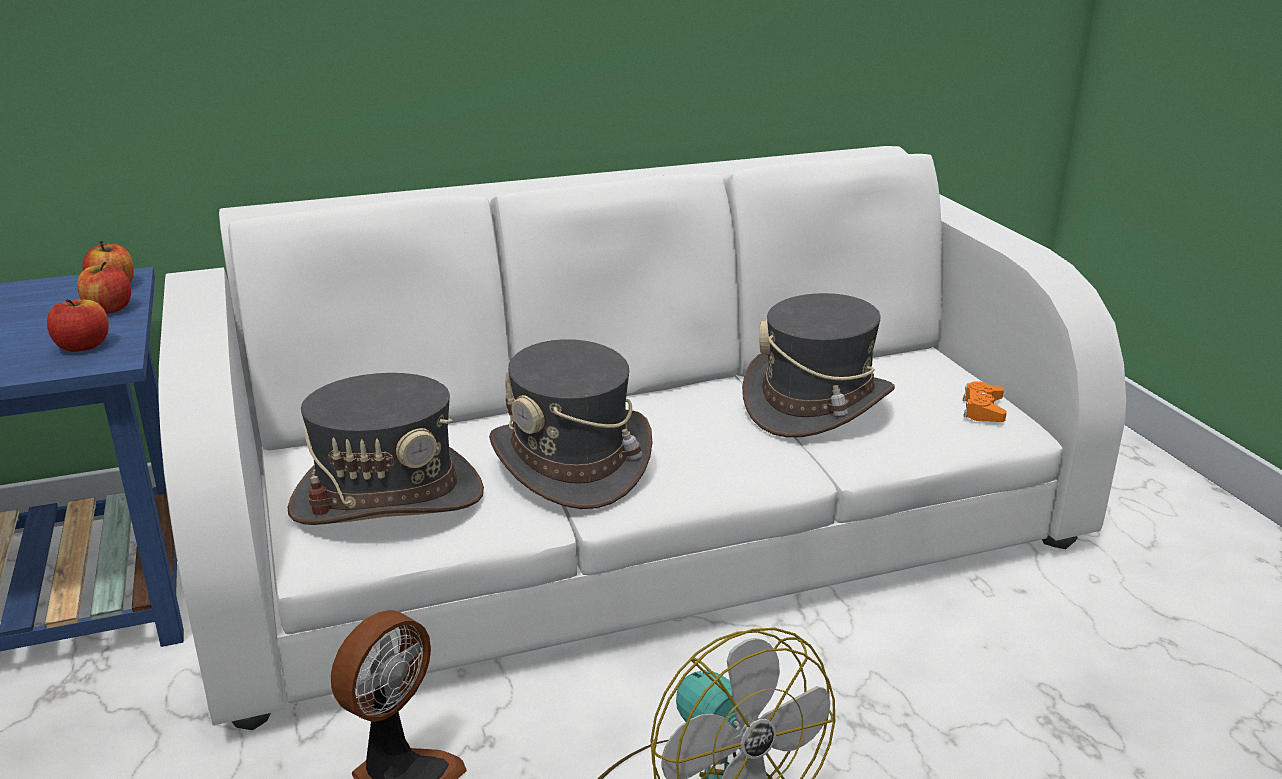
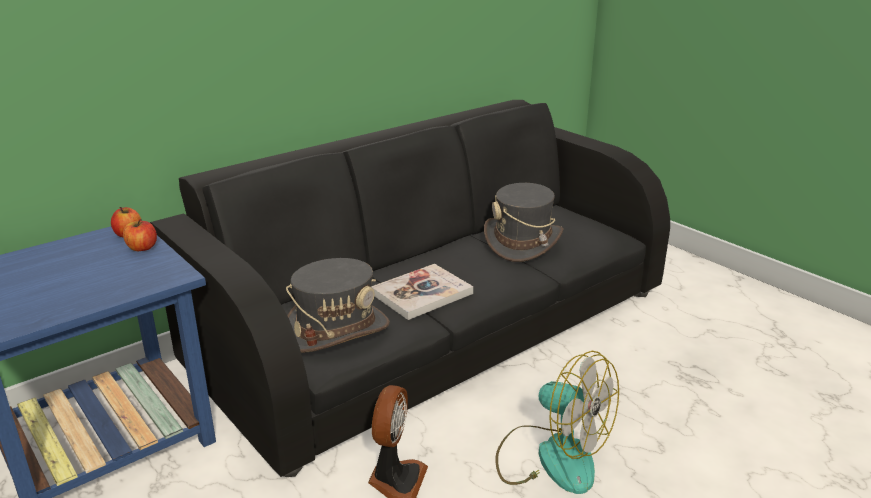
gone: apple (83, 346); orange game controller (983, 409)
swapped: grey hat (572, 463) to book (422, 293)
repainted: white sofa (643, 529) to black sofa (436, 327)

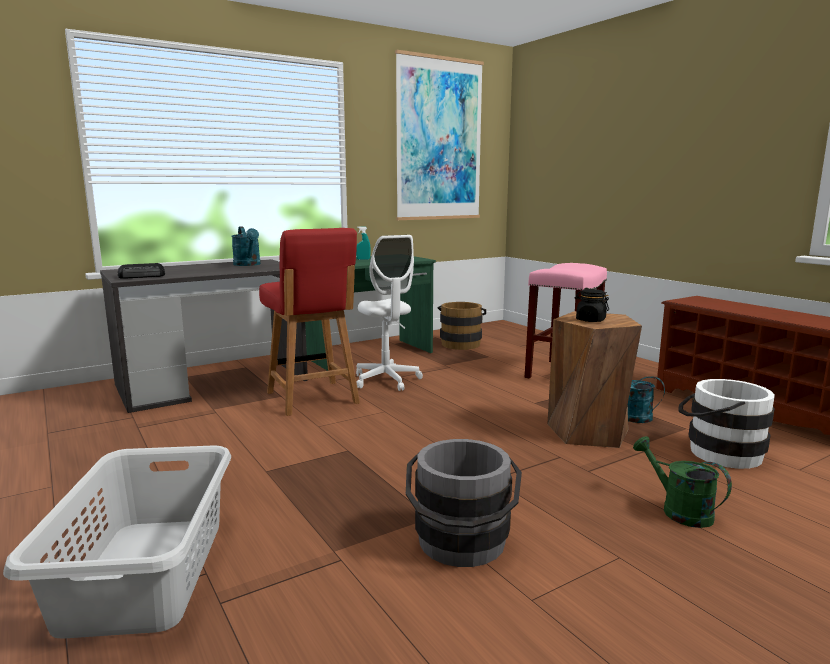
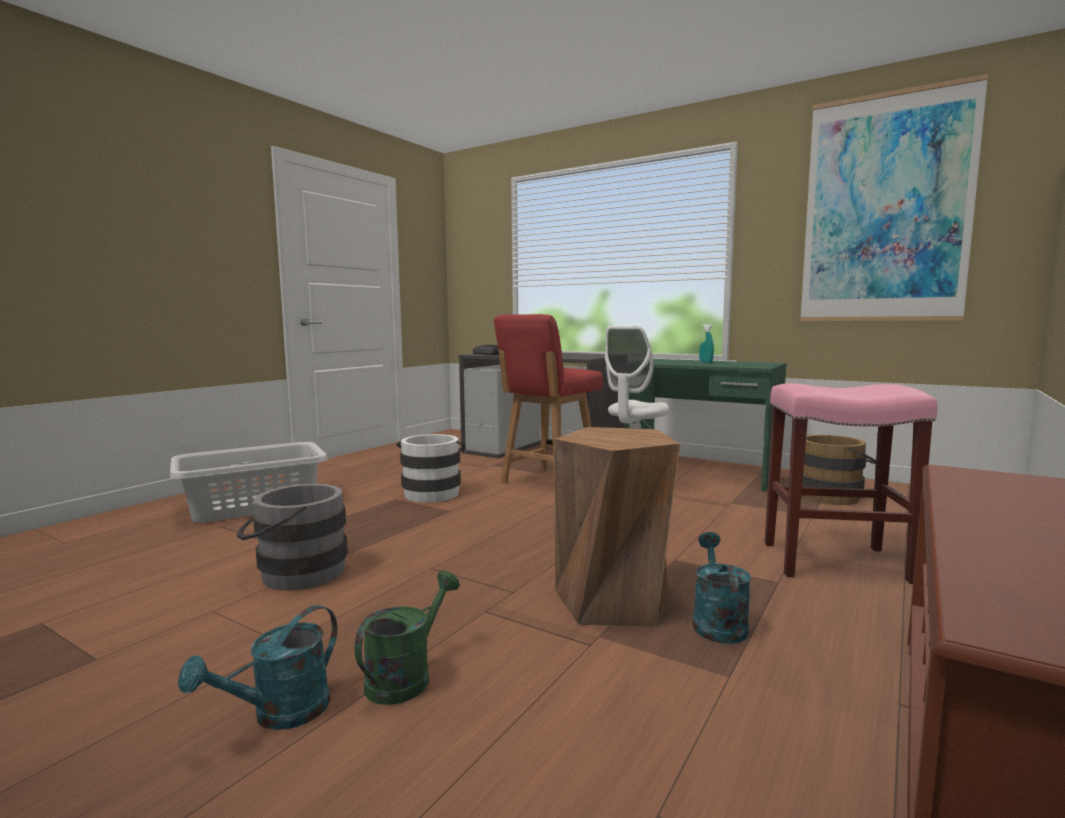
gone: black jar (590, 320)
shifted: turquoise watering can (248, 265) to (280, 715); white bucket (717, 452) to (432, 492)

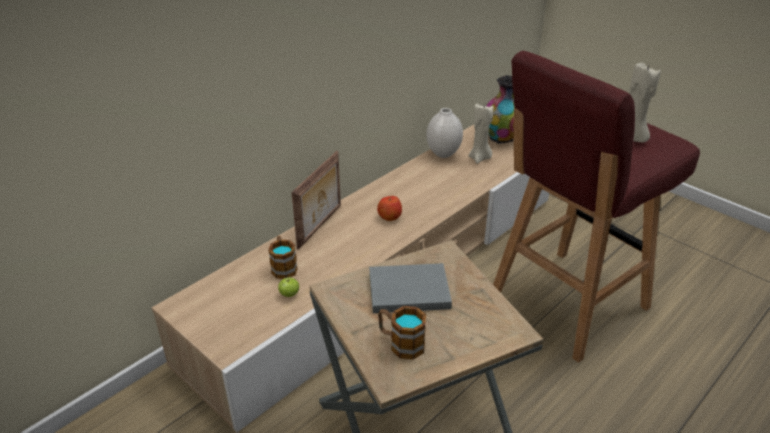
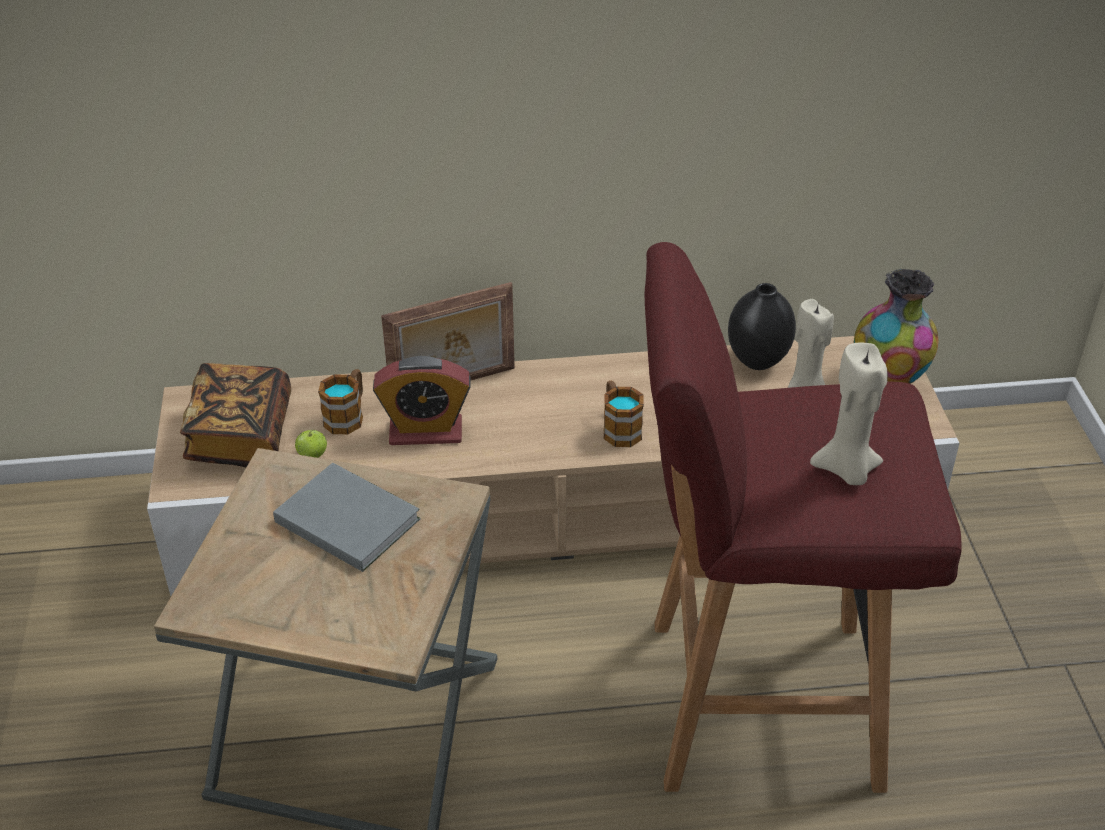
gone: apple (389, 216)
new: book (241, 436); alarm clock (425, 432)
shifted: mug (401, 343) to (619, 428)
repainted: white vase (443, 154) to black vase (756, 361)

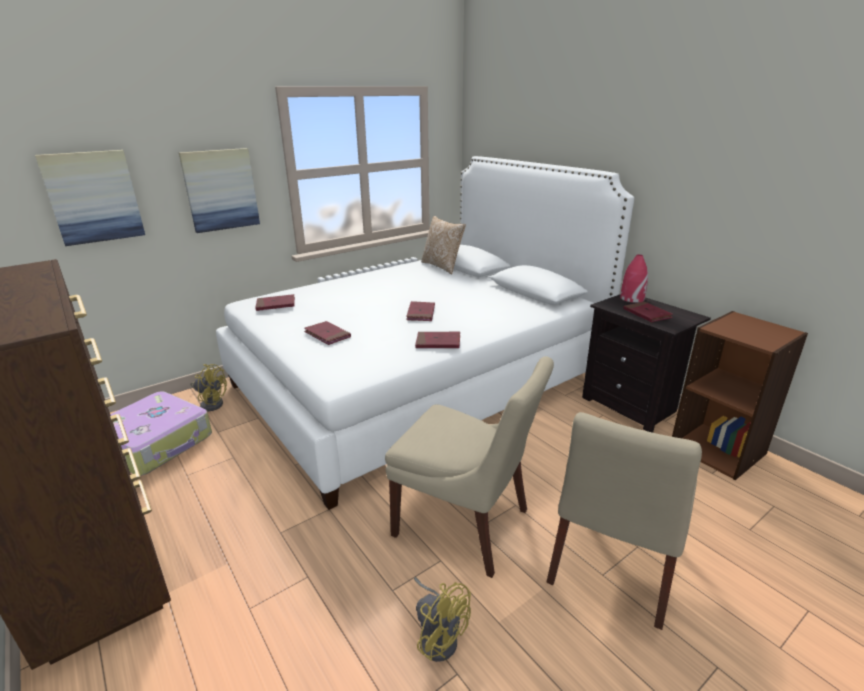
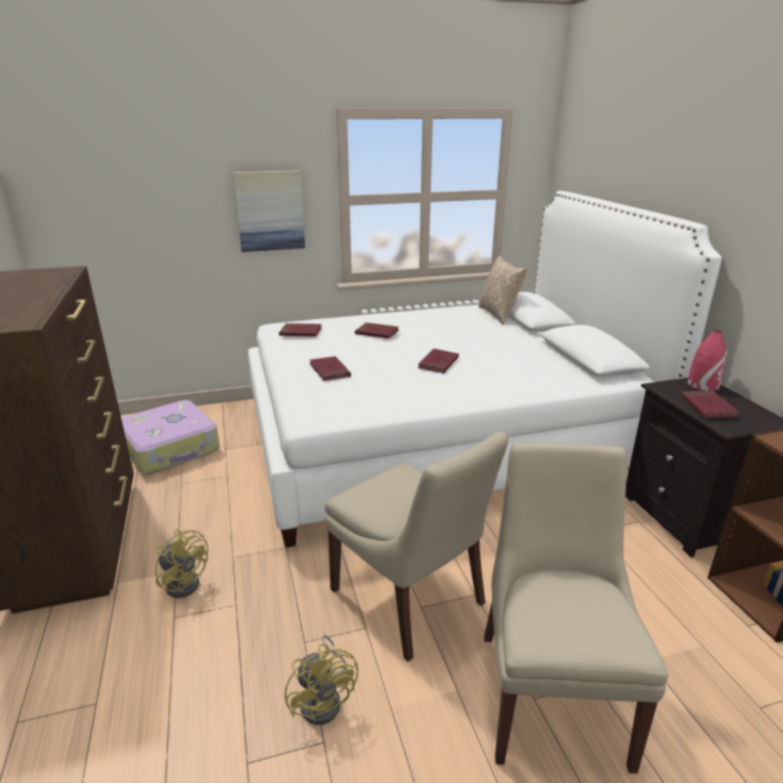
gone: picture (93, 197)
shifted: yellow fan (211, 403) to (184, 581); red book (438, 342) to (377, 333)
rotated: beige chair (612, 564) = (551, 691) 135 degrees clockwise

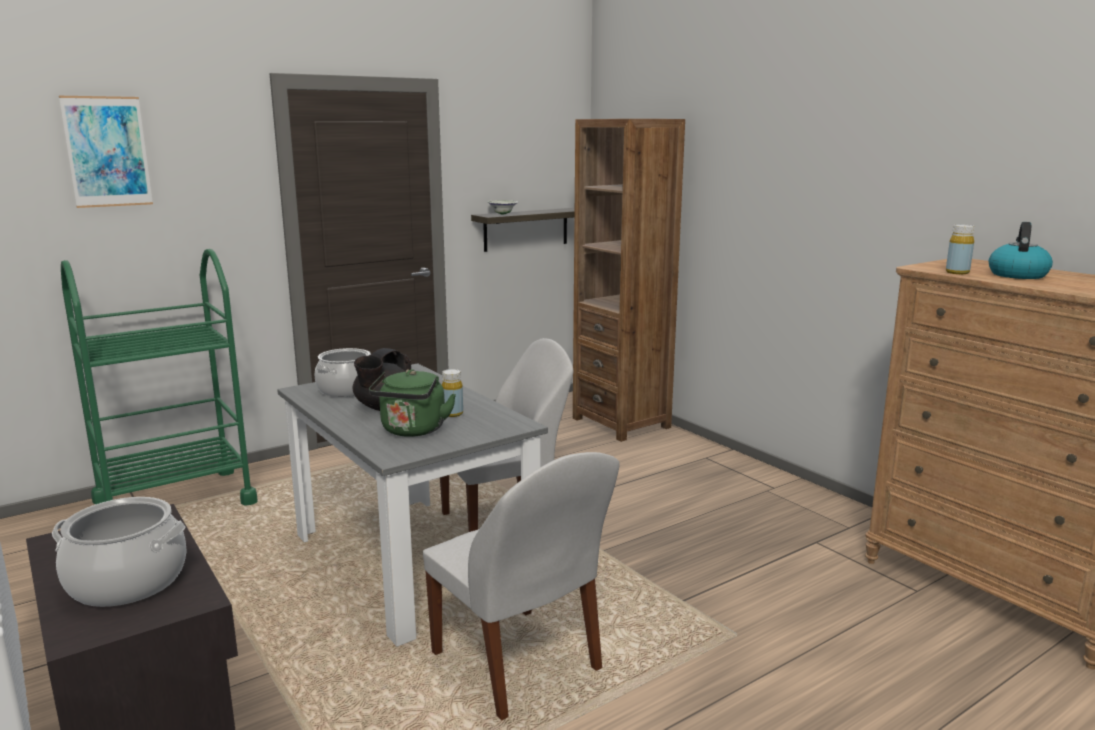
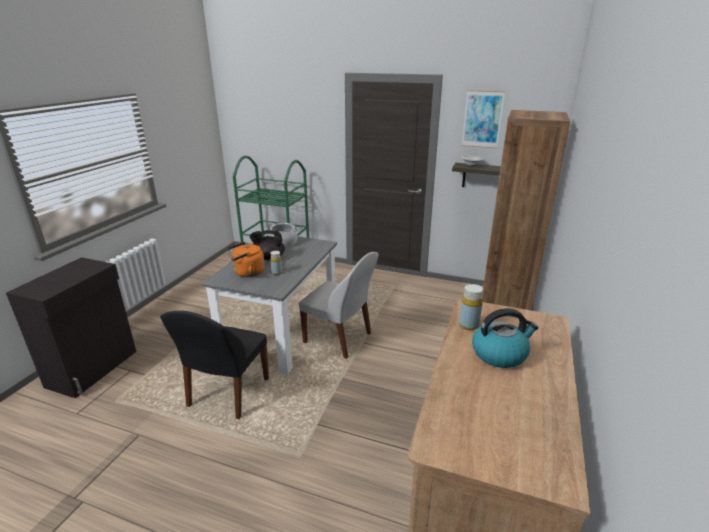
gone: cooking pot (127, 582)
shifted: picture (107, 152) to (482, 119)
repainted: green kettle (412, 431) to orange kettle (247, 273); white chair (518, 664) to black chair (227, 394)

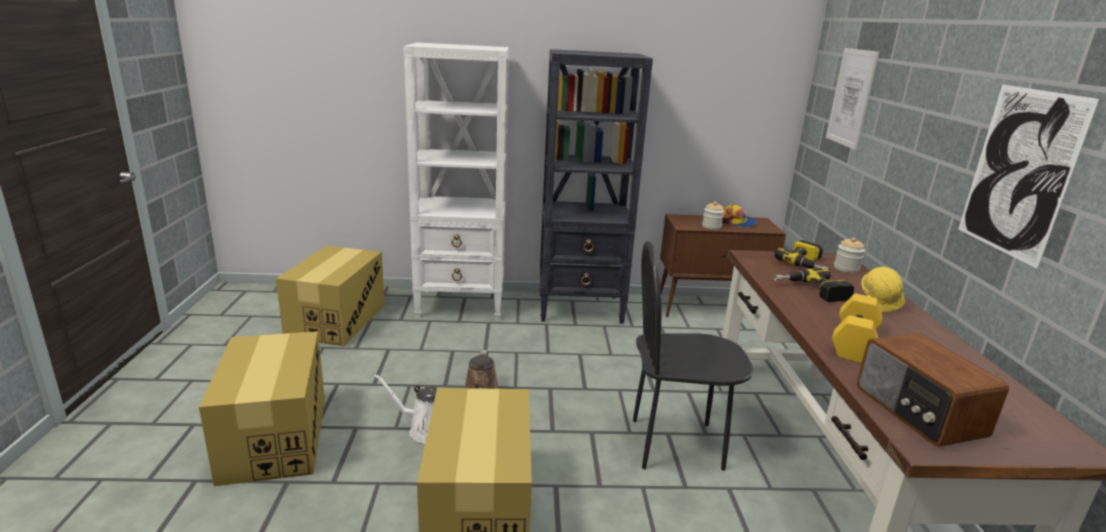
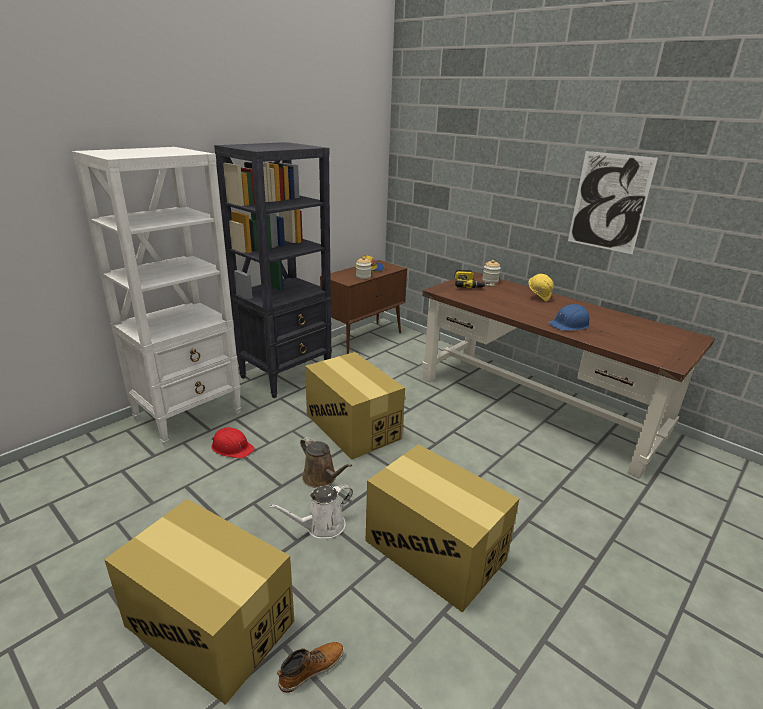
gone: black chair (676, 444); power drill (811, 291); picture (851, 97); radio (917, 412)
new: red hard hat (232, 447); boot (311, 668)
shifted: cardboard box (337, 320) to (352, 426)
swapped: yellow dumbbell (855, 343) to blue hard hat (570, 324)

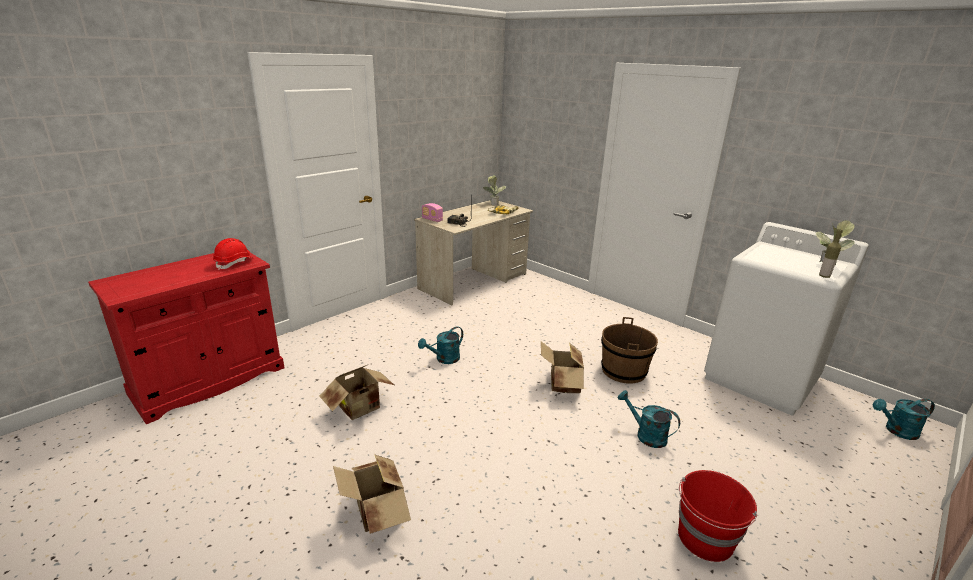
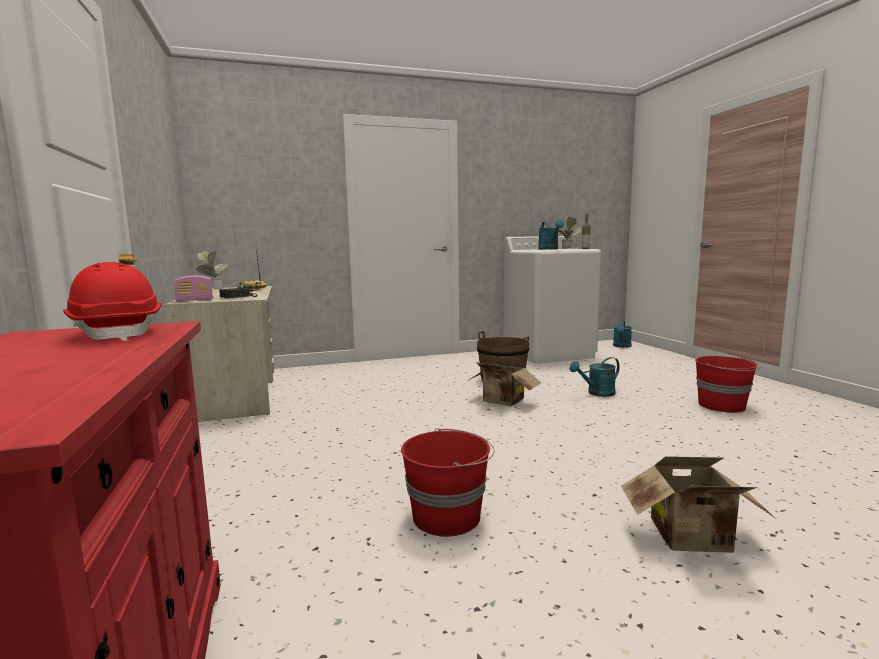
shifted: turquoise watering can (444, 359) to (550, 249)
swapped: cardboard box (361, 409) to red bucket (448, 516)

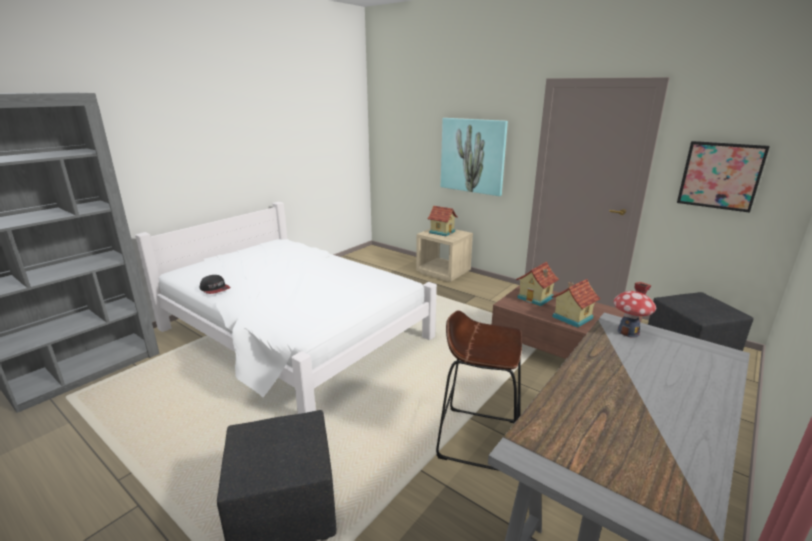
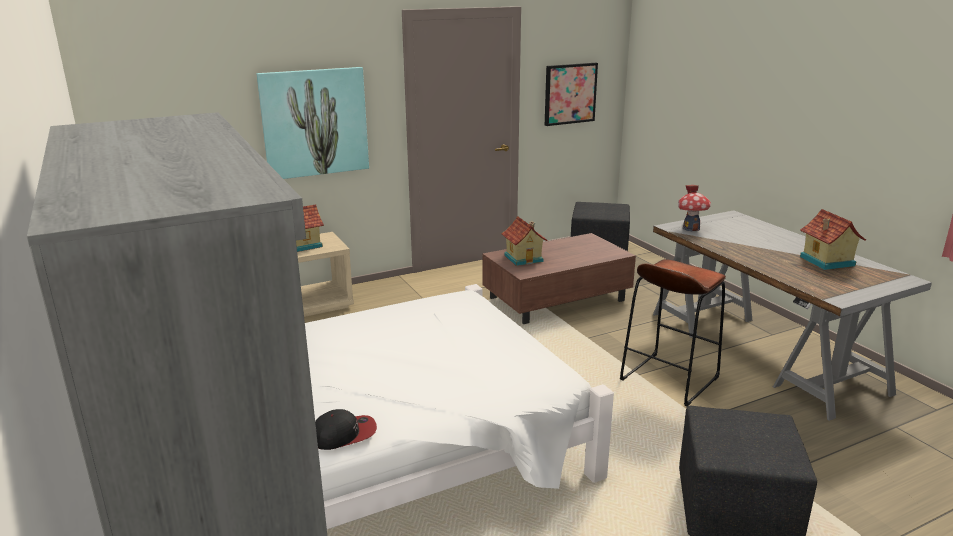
shifted: toy house (571, 317) to (826, 261)

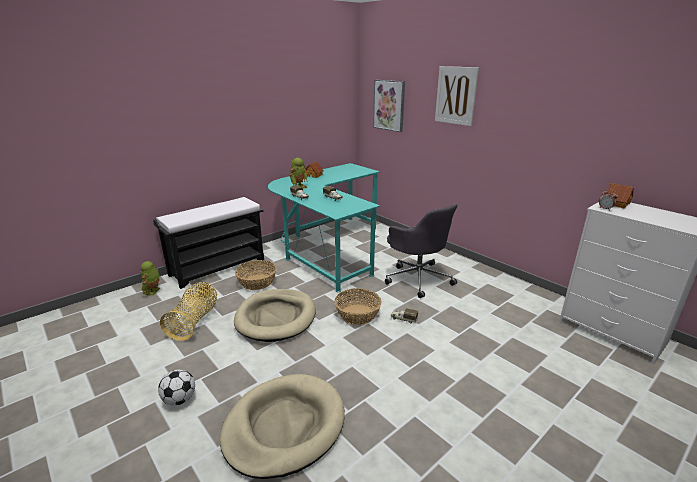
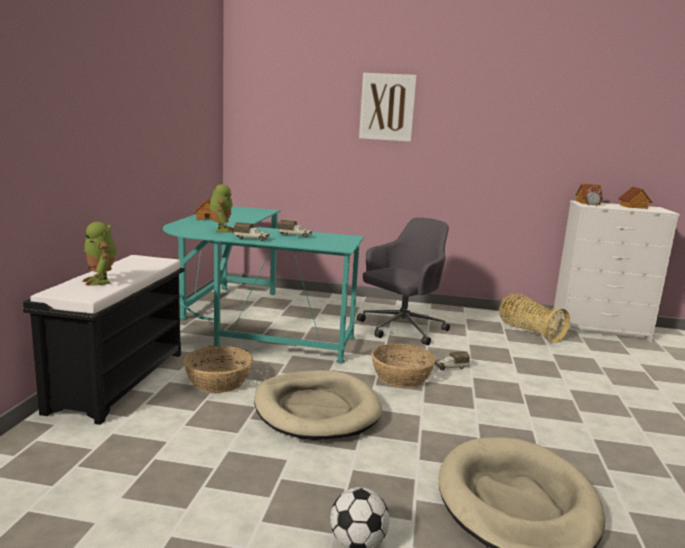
gone: picture (389, 105)
new: toy house (633, 207)
shifted: toy robot (153, 291) to (101, 281); basket (194, 321) to (529, 332)
rotated: grey office chair (418, 278) = (401, 329) 60 degrees counterclockwise

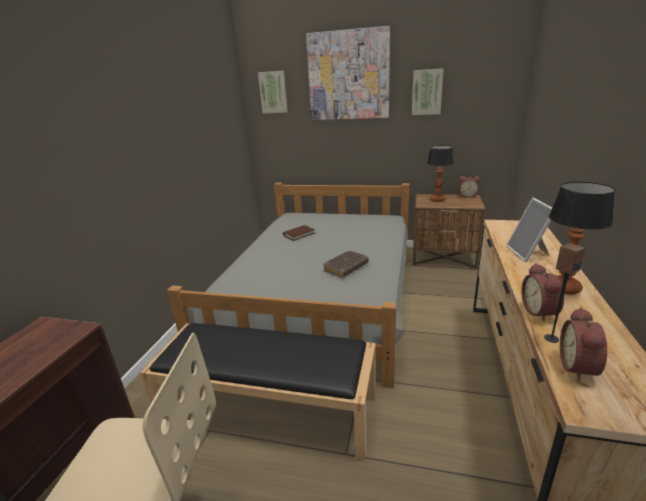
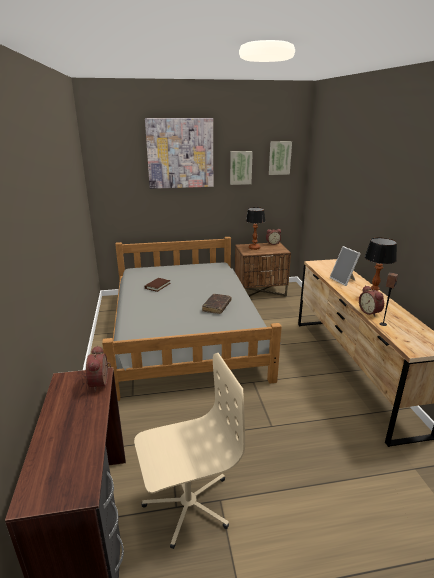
gone: black bench (270, 408)
shifted: picture (273, 92) to (279, 158); alarm clock (580, 367) to (101, 383)

